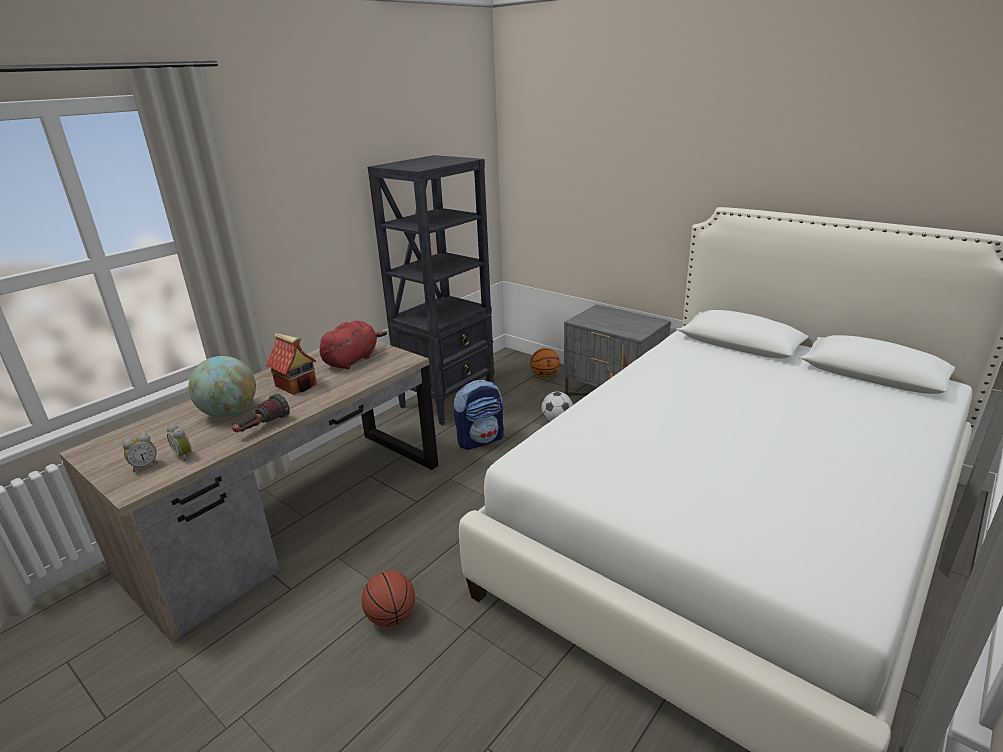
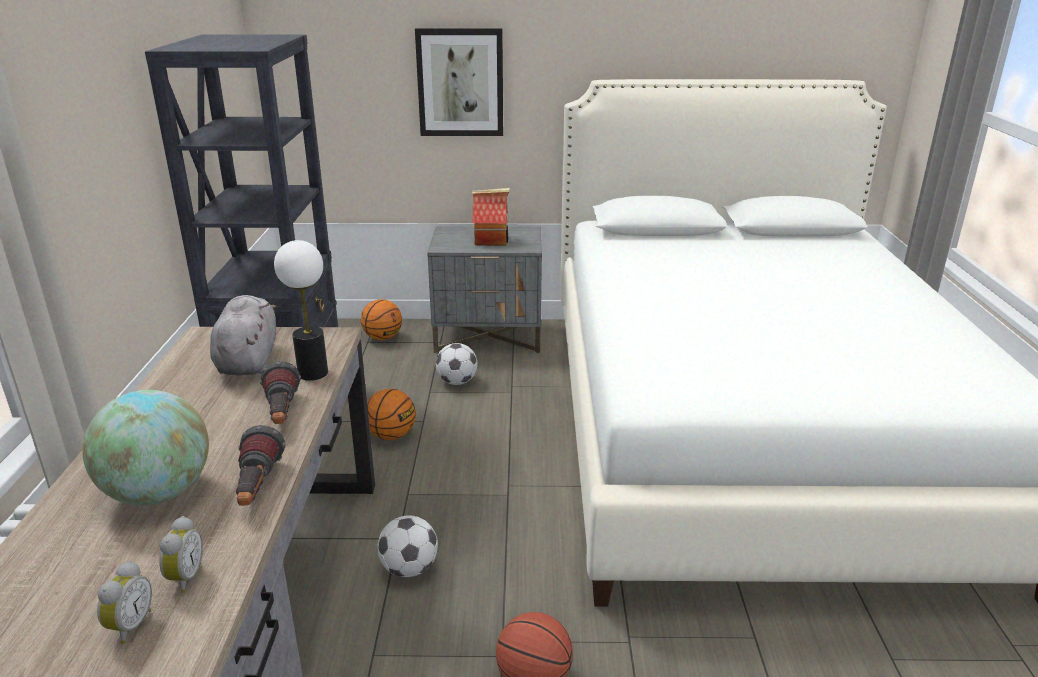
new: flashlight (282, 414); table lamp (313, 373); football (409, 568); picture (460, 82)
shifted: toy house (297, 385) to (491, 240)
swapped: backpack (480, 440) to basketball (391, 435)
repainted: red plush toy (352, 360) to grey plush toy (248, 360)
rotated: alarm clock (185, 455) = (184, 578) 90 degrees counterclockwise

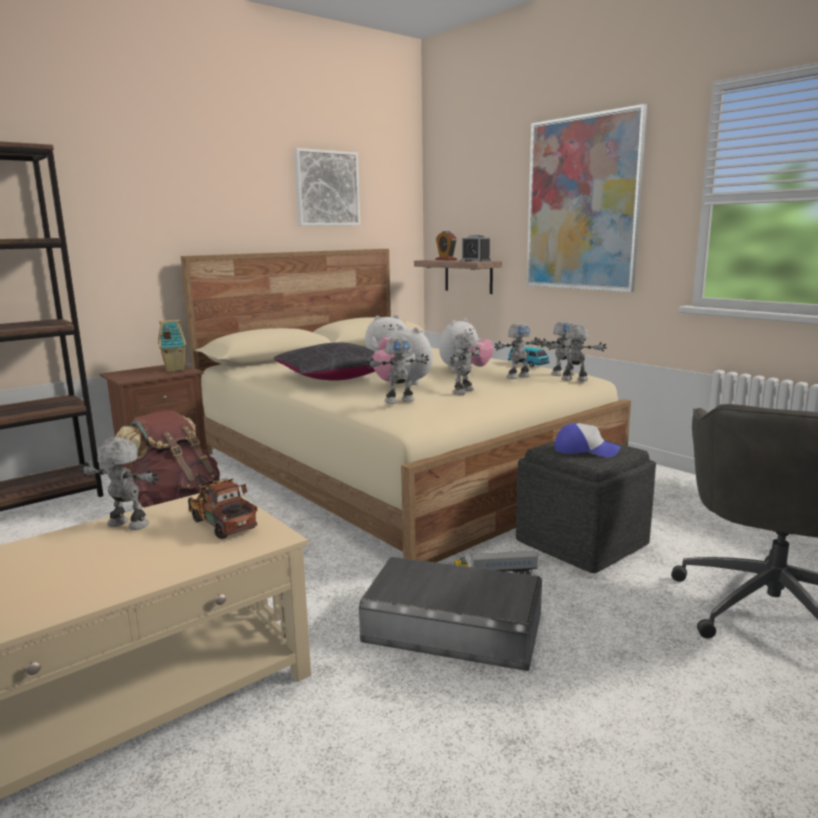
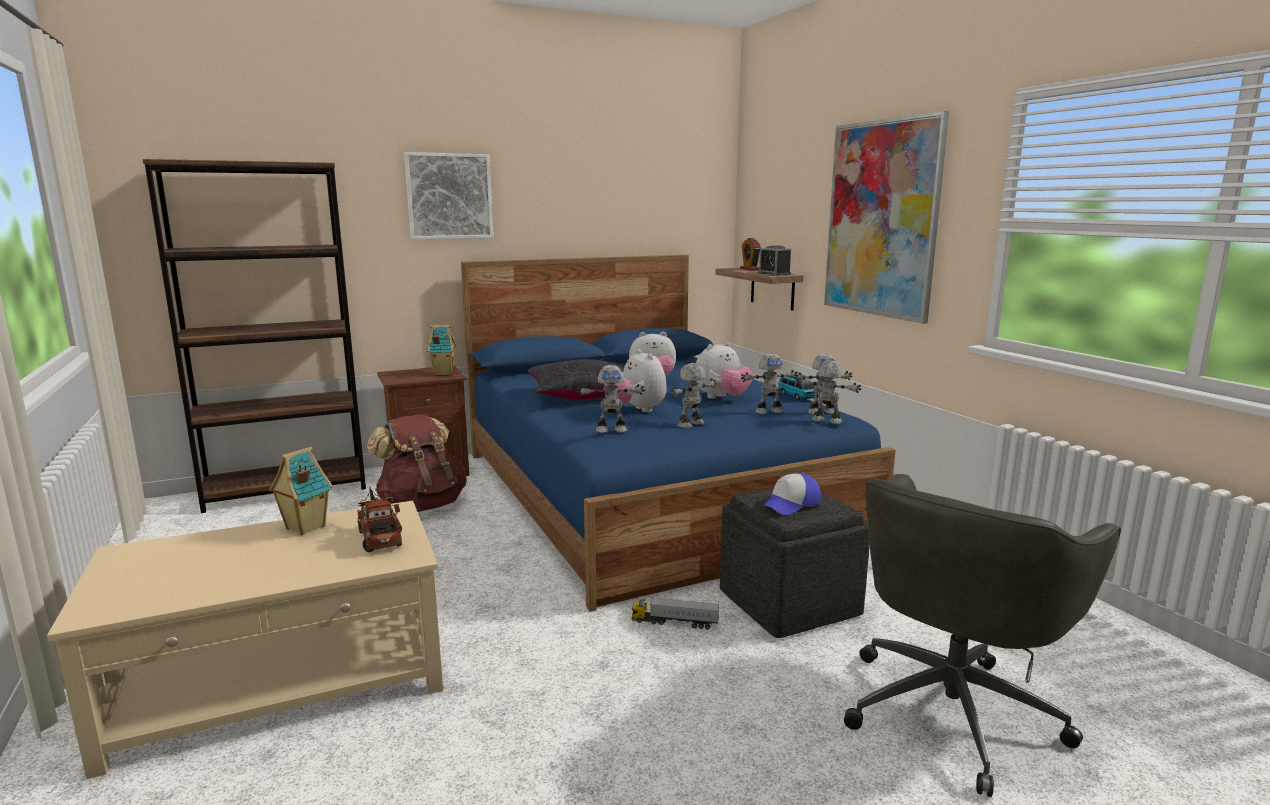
gone: grey storage box (453, 627)
shifted: picture (327, 188) to (449, 196)
swapped: toy robot (127, 525) to toy house (304, 528)
repainted: beige bed (396, 467) to blue bed (650, 492)
rotated: cap (585, 450) = (791, 504) 105 degrees clockwise

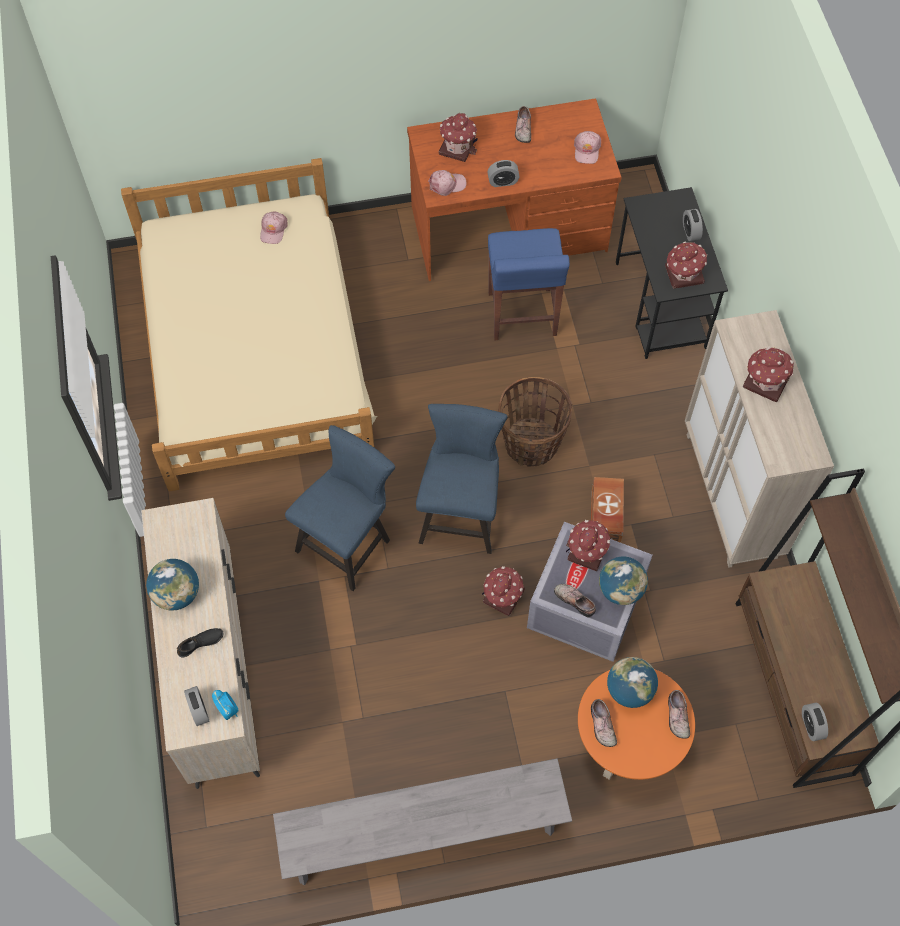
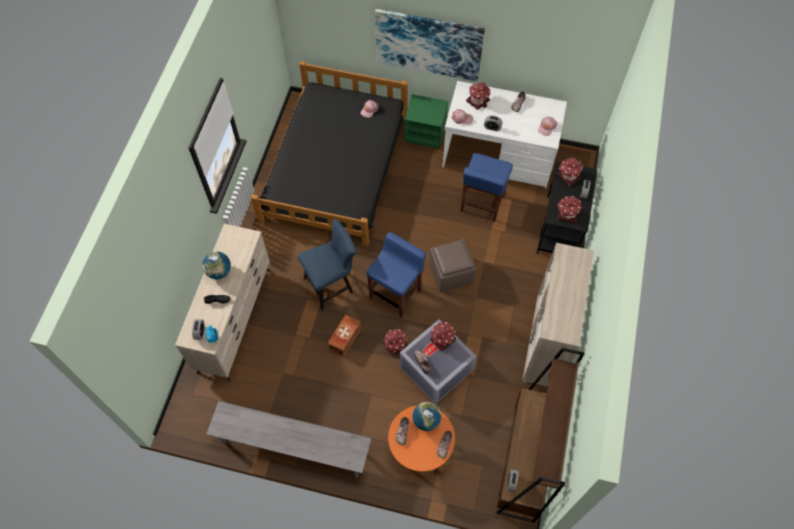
gone: globe (620, 590)
new: picture (428, 44); green nightstand (425, 132)
shifted: brown storage box (604, 518) to (344, 339); toy house (764, 382) to (568, 176)
swapped: blue chair (460, 513) to blue stool (396, 294); basket (531, 444) to brown ottoman (451, 273)
repainted: beige bed (254, 349) to black bed (335, 168); brown desk (509, 230) to white desk (498, 157)

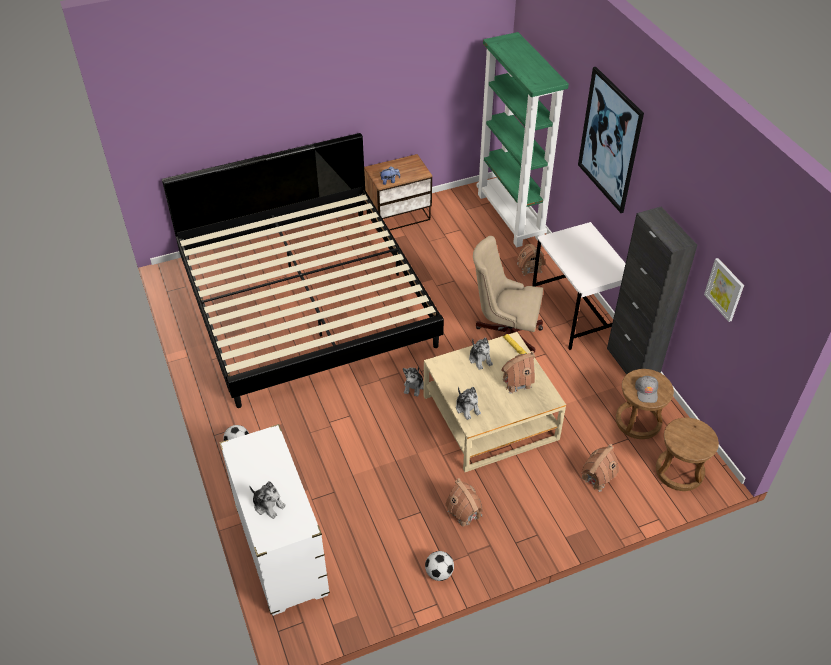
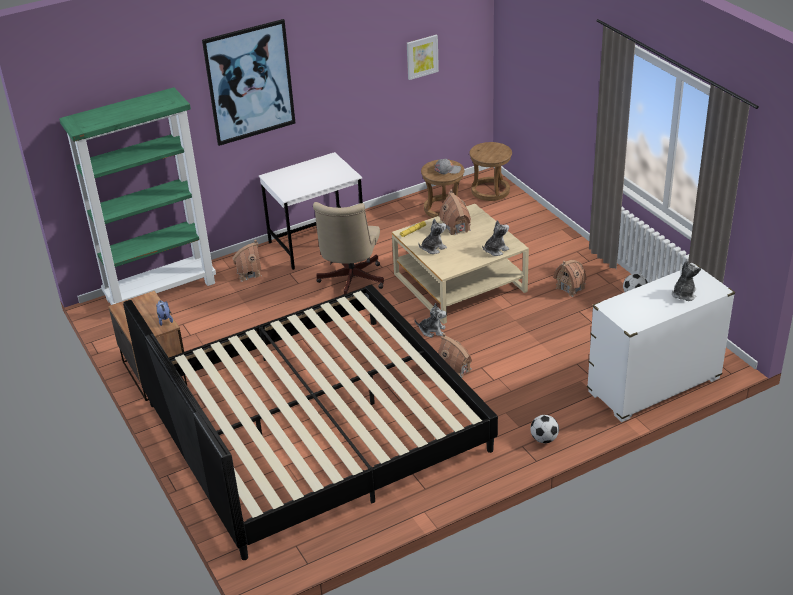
gone: black cabinet (632, 364)
shifted: toy house (597, 477) to (455, 370)

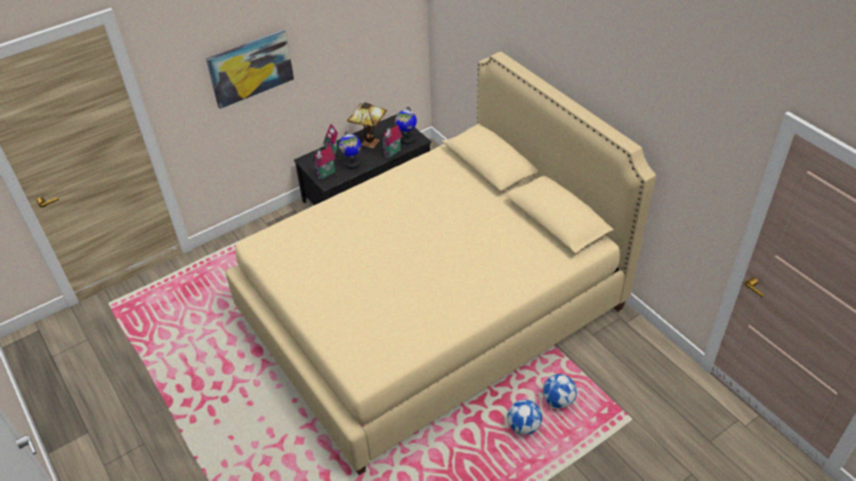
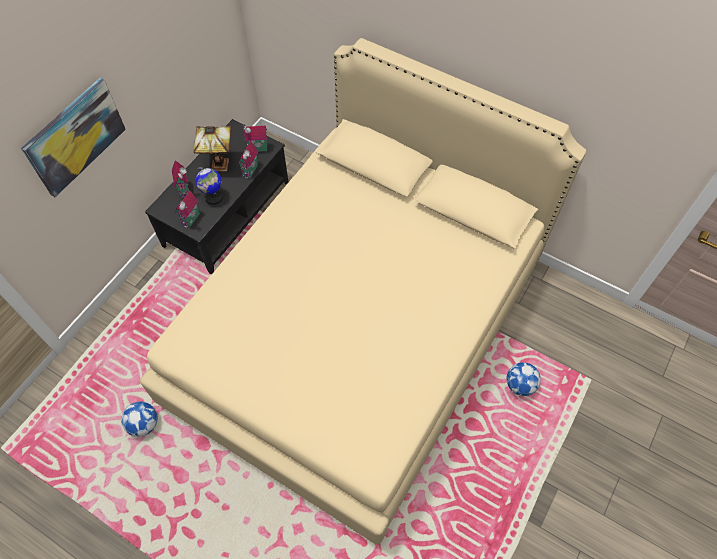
shifted: football (524, 426) to (144, 424)
swapped: globe (407, 139) to toy house (258, 149)

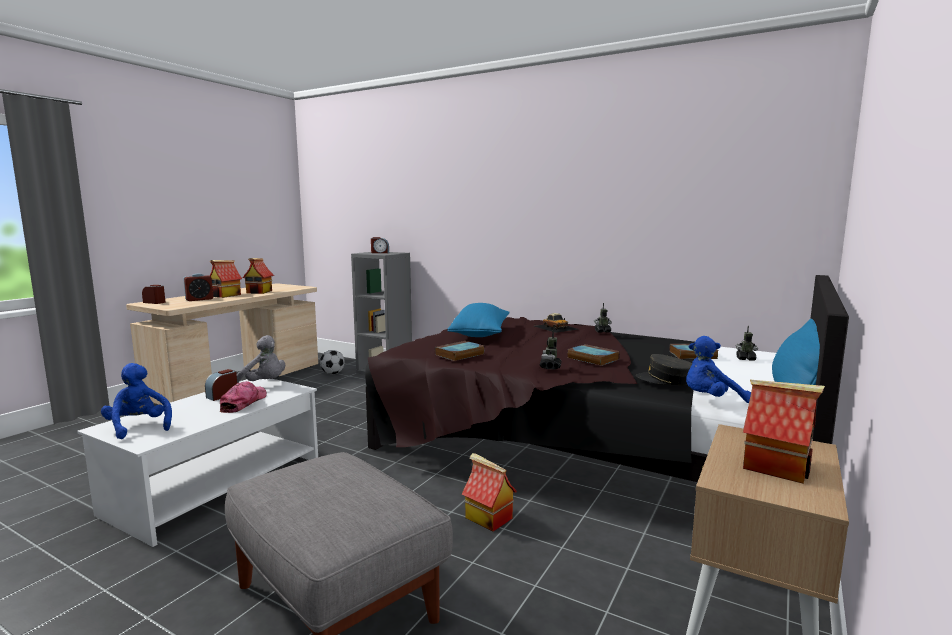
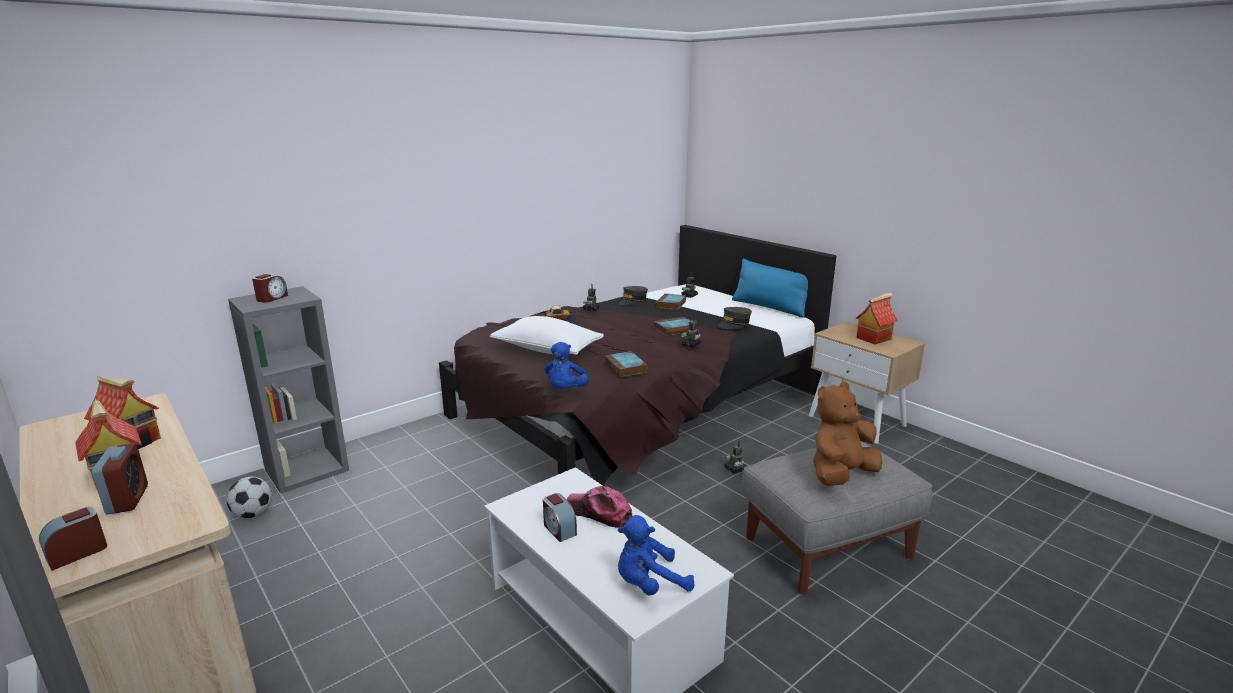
gone: grey plush toy (264, 384)
new: grey cap (633, 301); brown plush toy (840, 475)
shifted: blue plush toy (711, 399) to (566, 390)
swapped: toy house (487, 518) to toy robot (735, 469)
repainted: blue pillow (480, 334) to white pillow (547, 350)

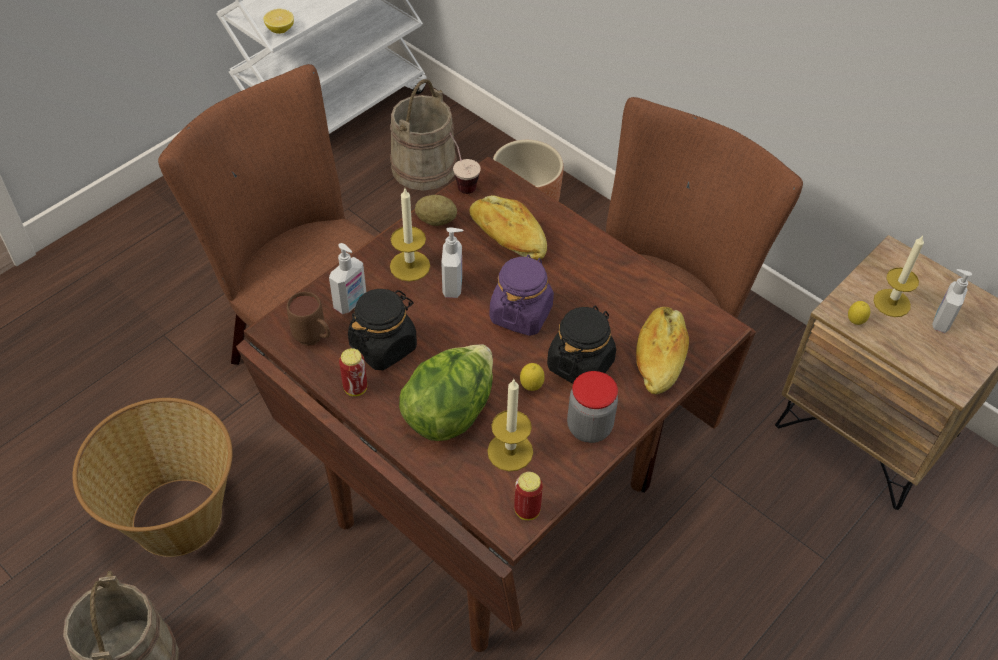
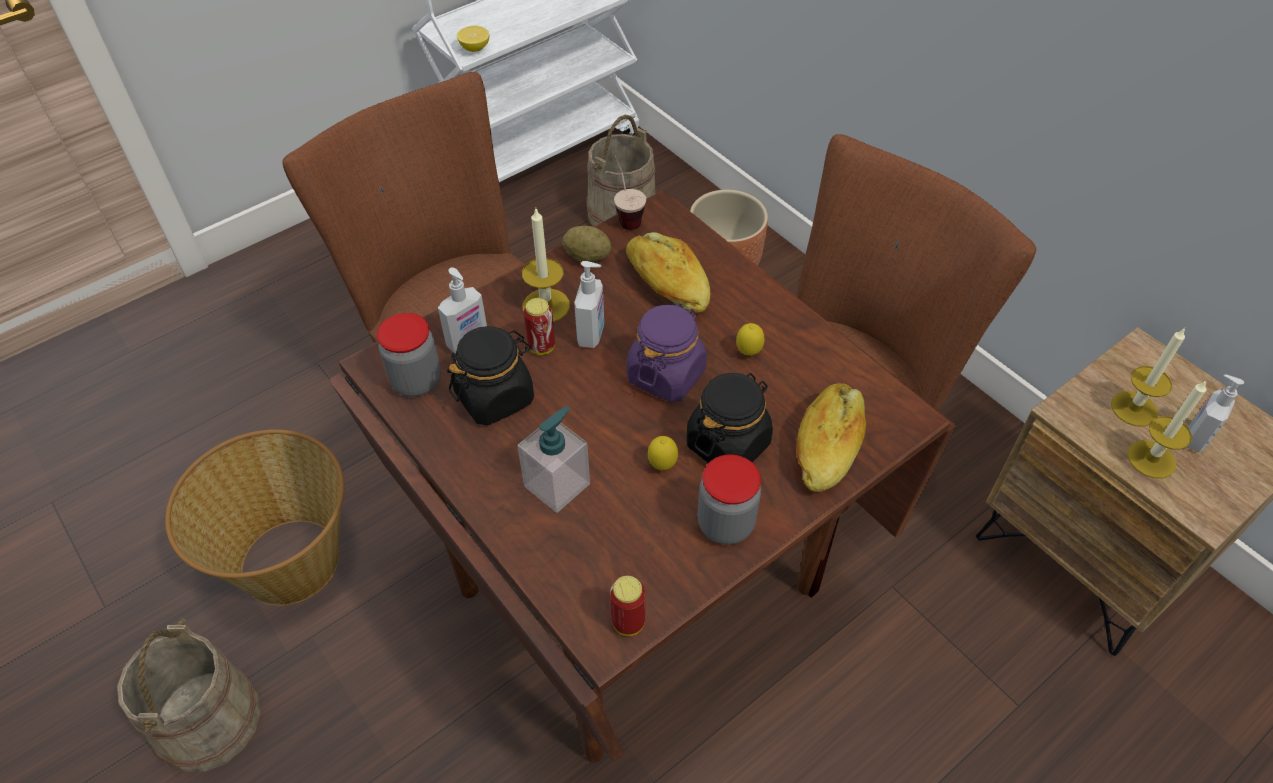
shifted: can (355, 388) to (541, 347); candle (510, 451) to (1151, 459); lemon (855, 322) to (748, 353)
swapped: brown mug (314, 340) to jar (416, 381); lettuce (450, 411) to soap dispenser (557, 484)

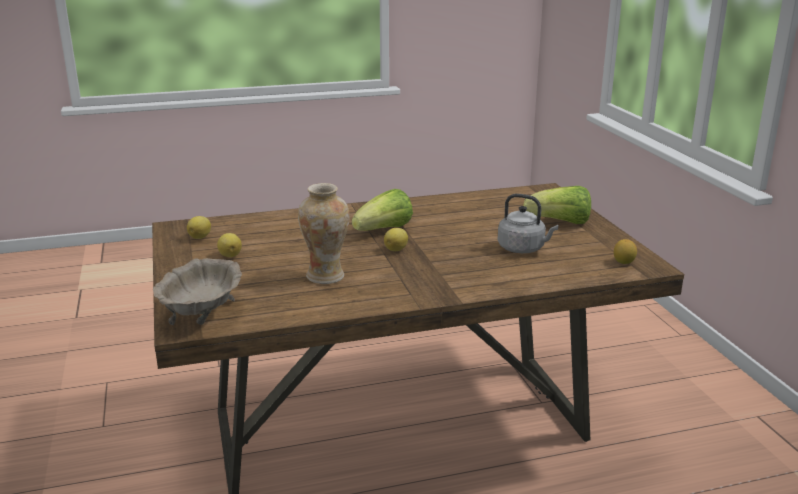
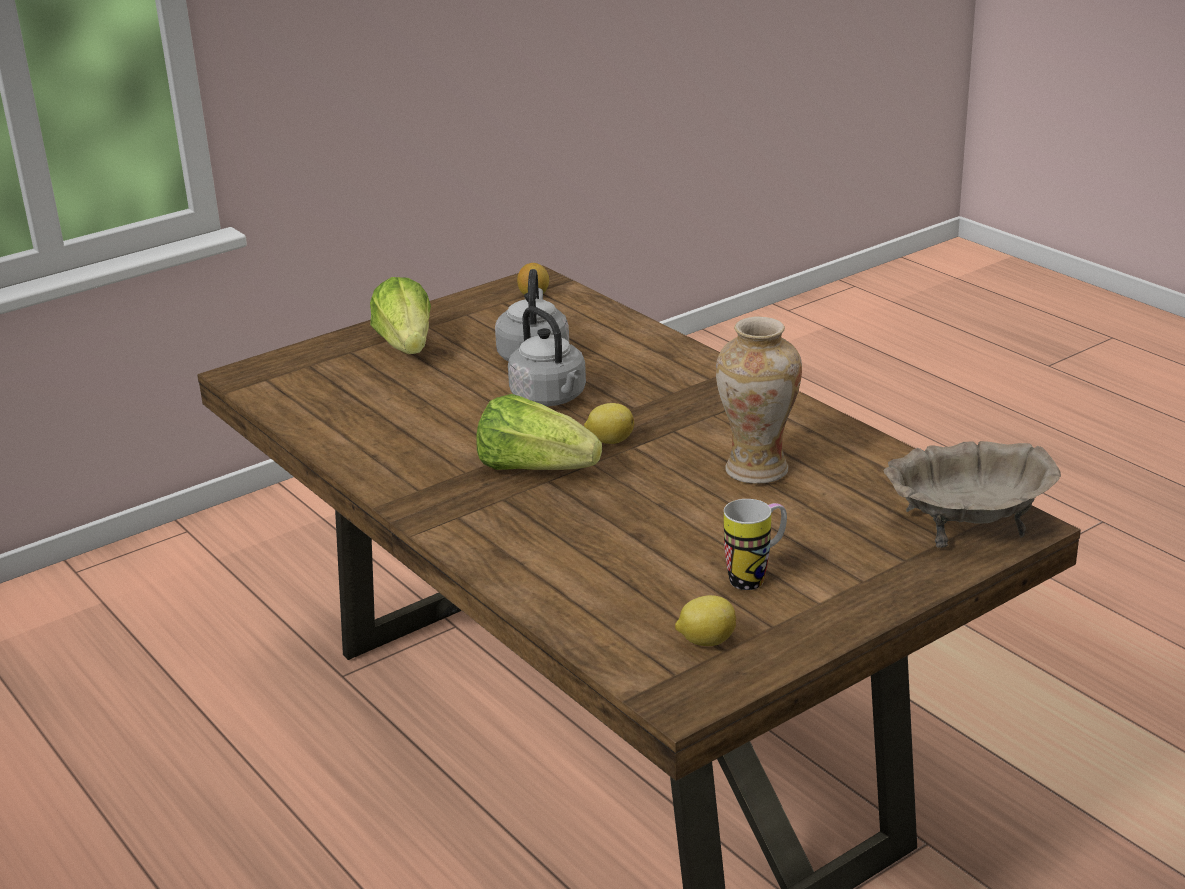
new: grey kettle (551, 398)
swapped: lemon (230, 255) to mug (756, 577)

